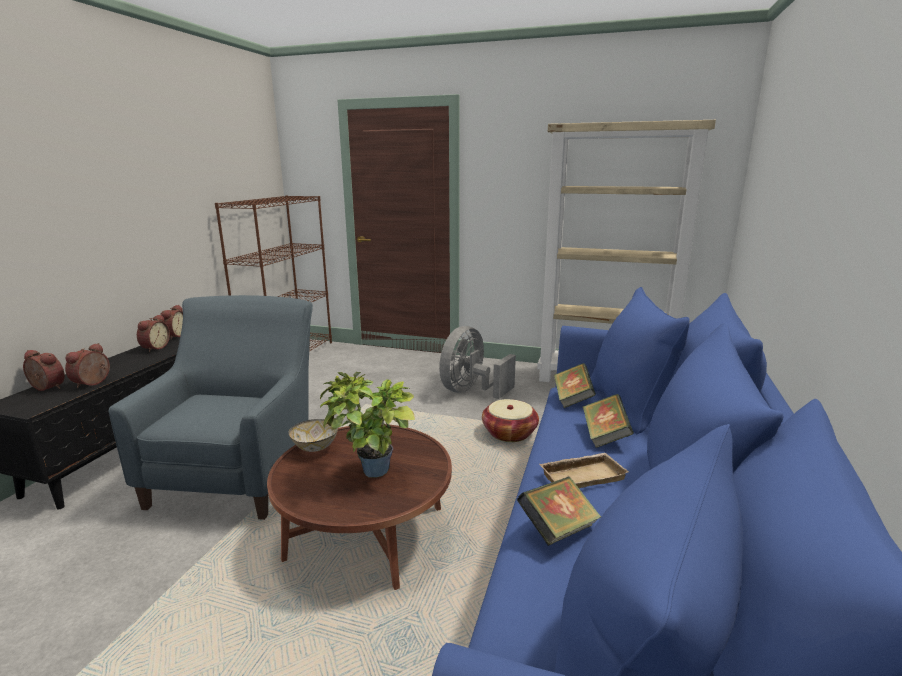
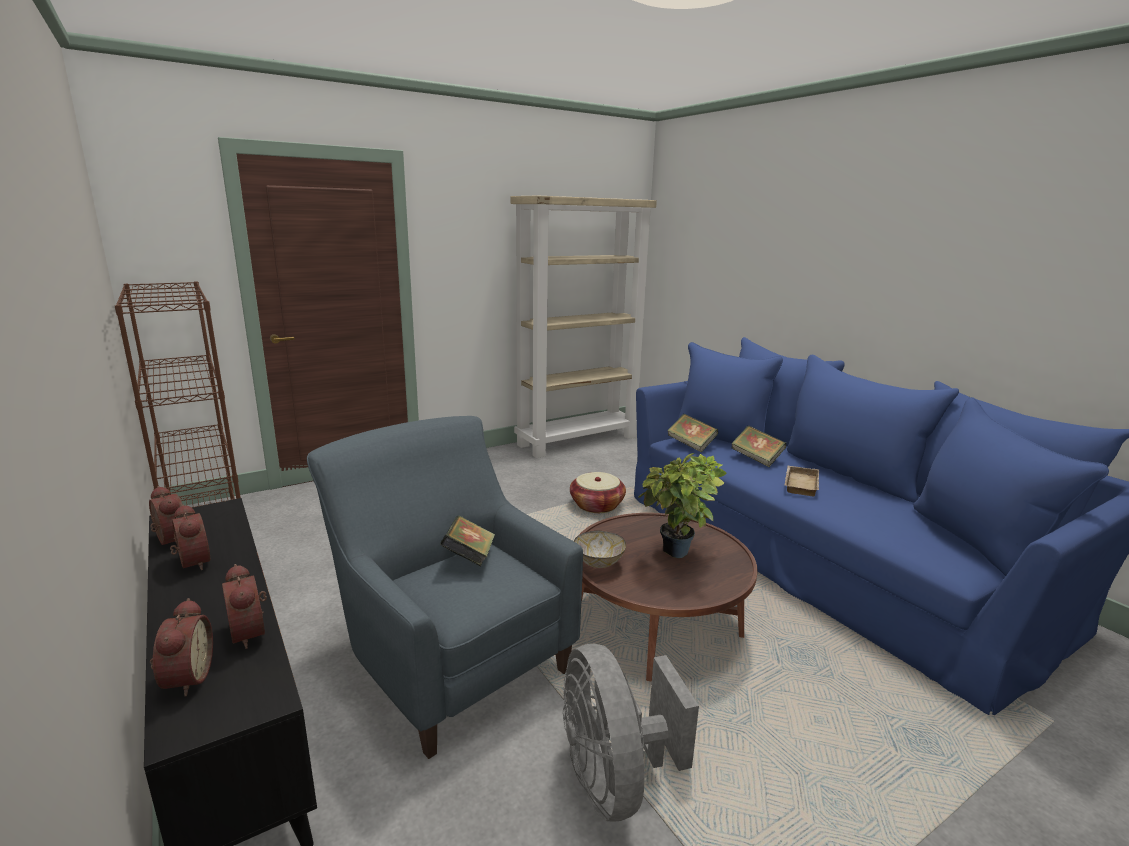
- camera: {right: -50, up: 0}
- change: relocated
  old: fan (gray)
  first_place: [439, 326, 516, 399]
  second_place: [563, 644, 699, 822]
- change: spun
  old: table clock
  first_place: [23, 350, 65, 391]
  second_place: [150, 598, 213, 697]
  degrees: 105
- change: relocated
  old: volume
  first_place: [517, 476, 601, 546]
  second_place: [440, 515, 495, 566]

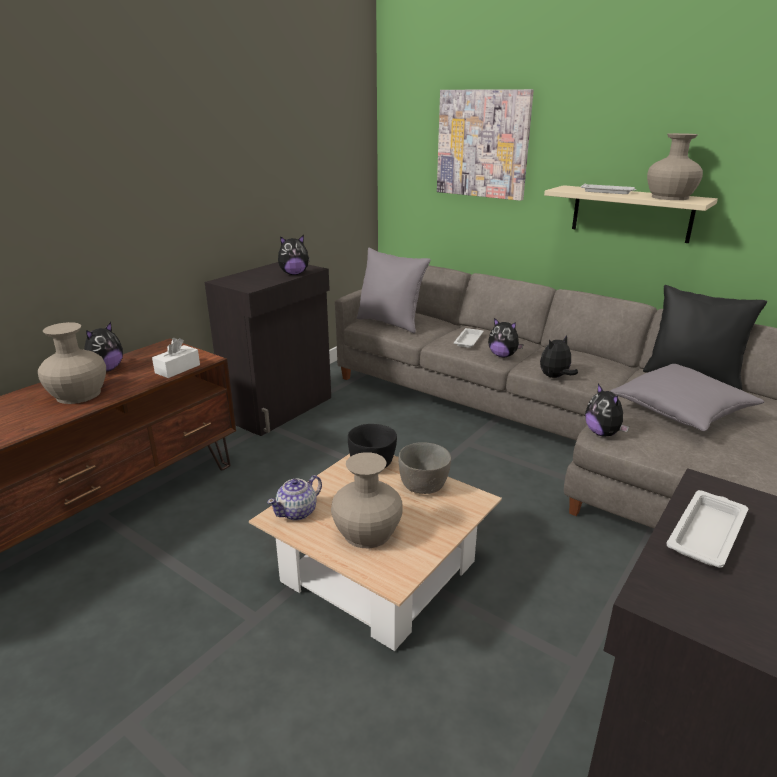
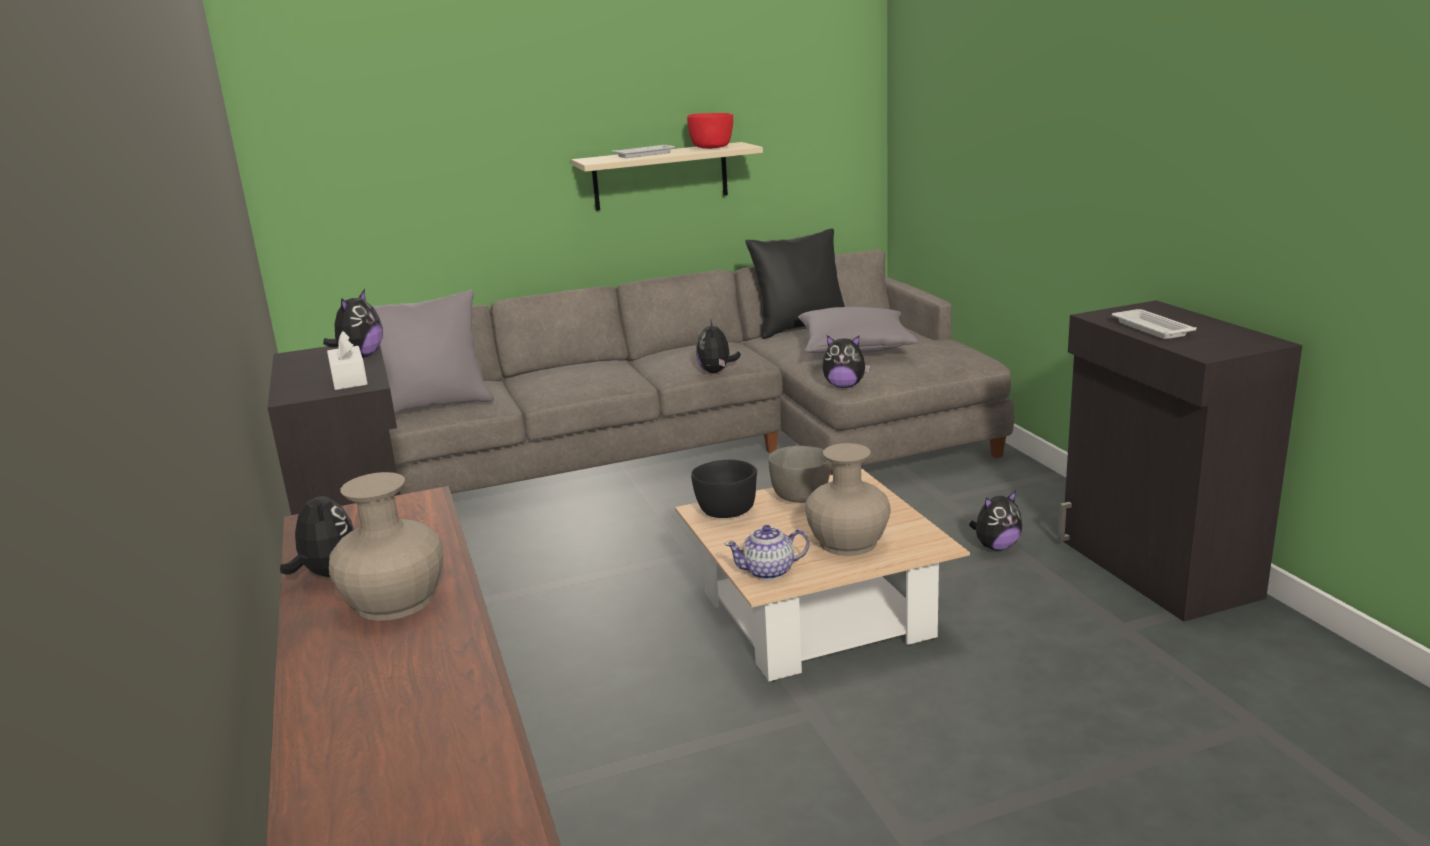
- camera: {right: -55, up: -5}
- change: missing
  old: wall art
  first_place: [437, 89, 534, 201]
- change: exchanged
  old: vase (sand-coloured)
  new: serving bowl (reddish)
  first_place: [647, 133, 703, 200]
  second_place: [687, 113, 733, 149]
- change: relocated
  old: plush toy
  first_place: [488, 318, 524, 358]
  second_place: [969, 490, 1022, 551]
- change: missing
  old: tray (white)
  first_place: [454, 328, 484, 348]
- change: relocated
  old: tissue holder (white)
  first_place: [152, 338, 200, 378]
  second_place: [327, 331, 368, 390]
- change: spun
  old: pot for tea
  first_place: [267, 475, 322, 521]
  second_place: [724, 525, 809, 580]
  degrees: 90

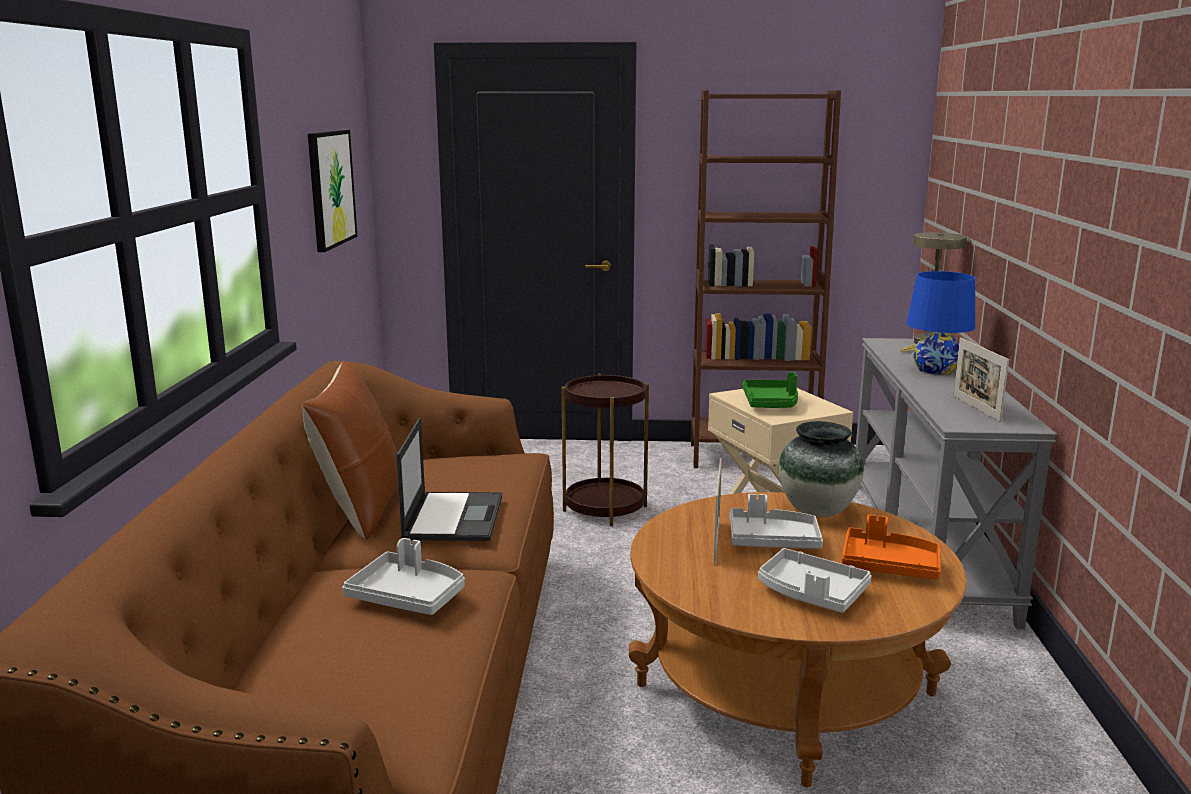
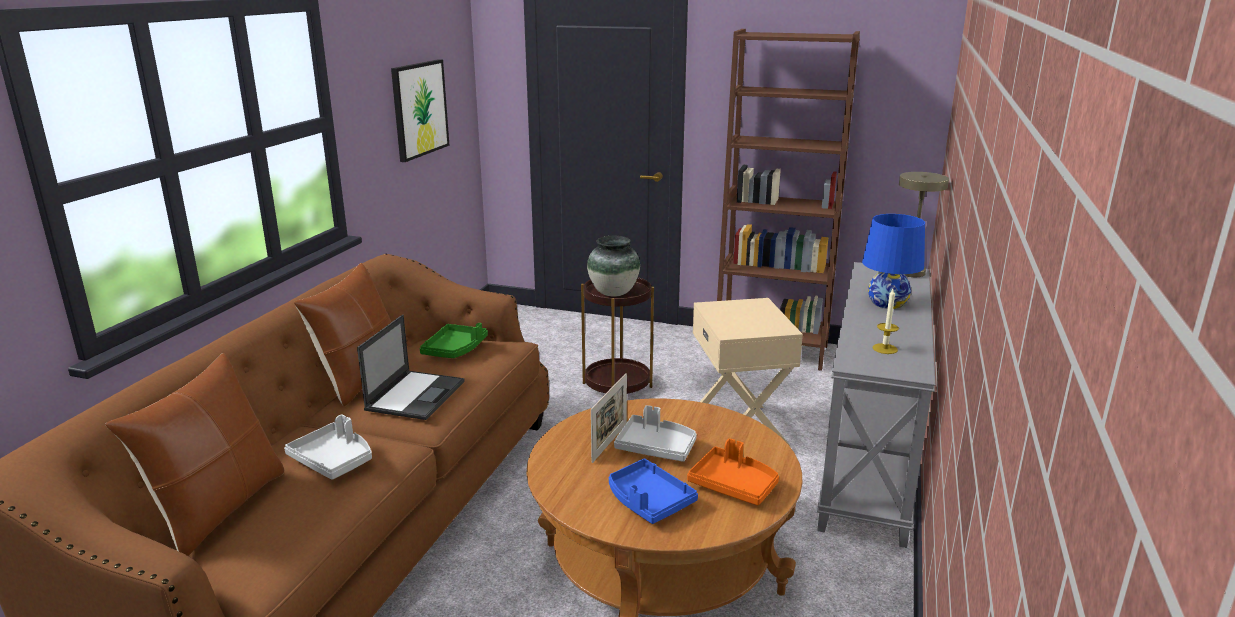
- camera: {right: 15, up: 5}
- change: exchanged
  old: standing frame
  new: candle
  first_place: [953, 338, 1009, 422]
  second_place: [873, 289, 899, 354]
- change: relocated
  old: tray (green)
  first_place: [742, 372, 798, 408]
  second_place: [420, 323, 488, 358]
- change: relocated
  old: vase
  first_place: [779, 421, 864, 517]
  second_place: [587, 236, 640, 297]
- change: colour
  old: tray (gray)
  new: tray (blue-coloured)
  first_place: [758, 548, 872, 613]
  second_place: [609, 459, 698, 524]
- change: appeared
  new: pillow (brownish)
  second_place: [105, 353, 284, 556]

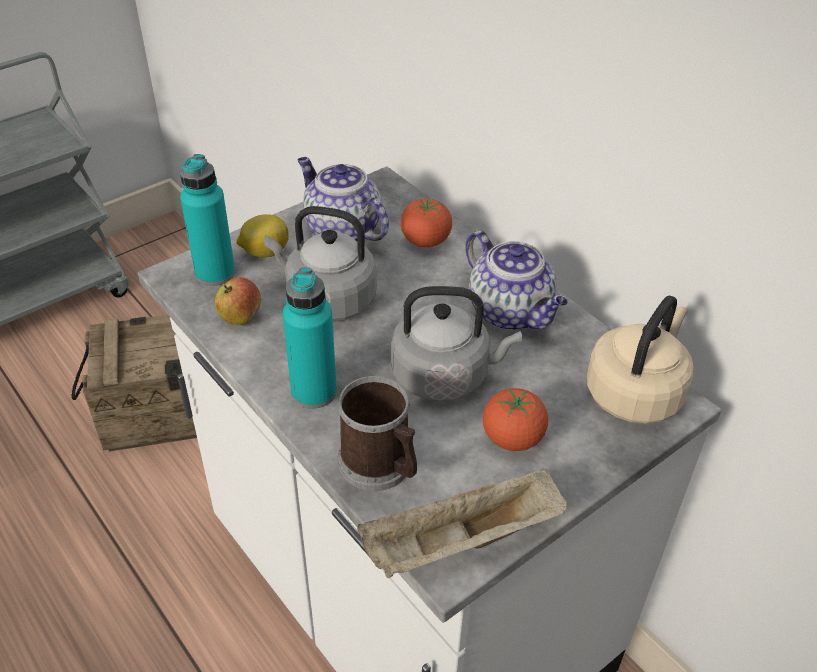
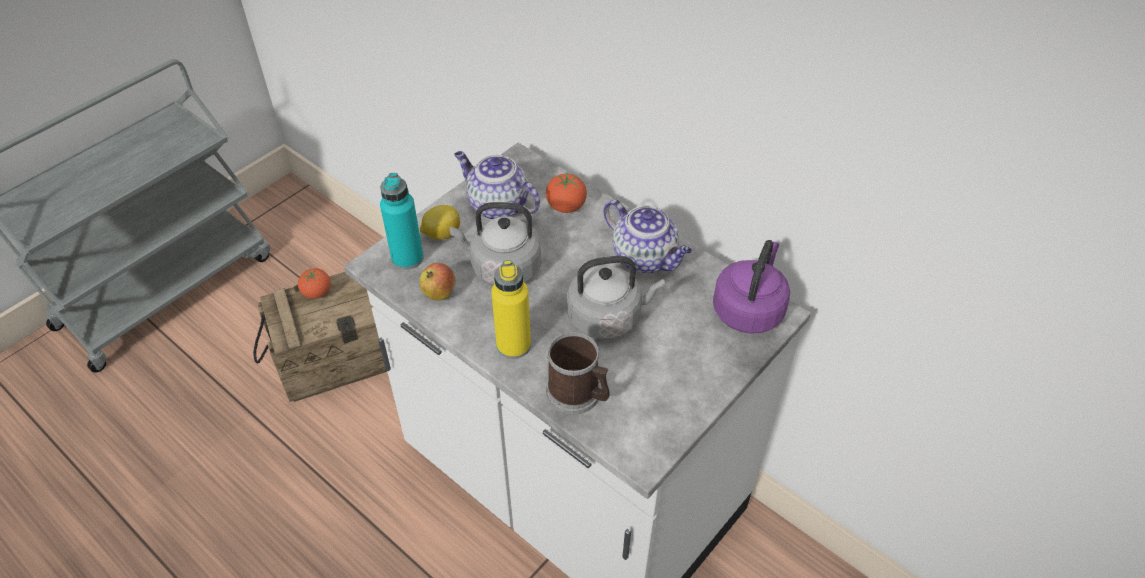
- camera: {right: -10, up: 5}
- change: colour
  old: drink bottle (turquoise)
  new: drink bottle (yellow-coloured)
  first_place: [283, 267, 337, 409]
  second_place: [491, 260, 531, 359]
- change: colour
  old: kettle (sand-coloured)
  new: kettle (purplish)
  first_place: [587, 296, 694, 423]
  second_place: [713, 240, 790, 334]
- change: relocated
  old: tomato
  first_place: [483, 388, 548, 451]
  second_place: [298, 268, 331, 299]
- change: missing
  old: tray (sand-coloured)
  first_place: [357, 468, 567, 578]

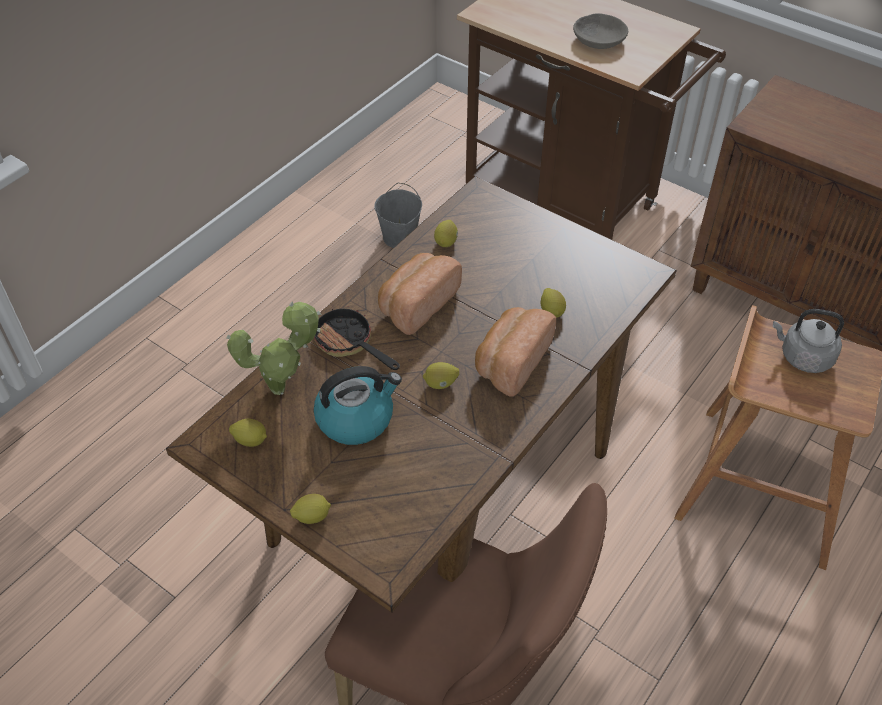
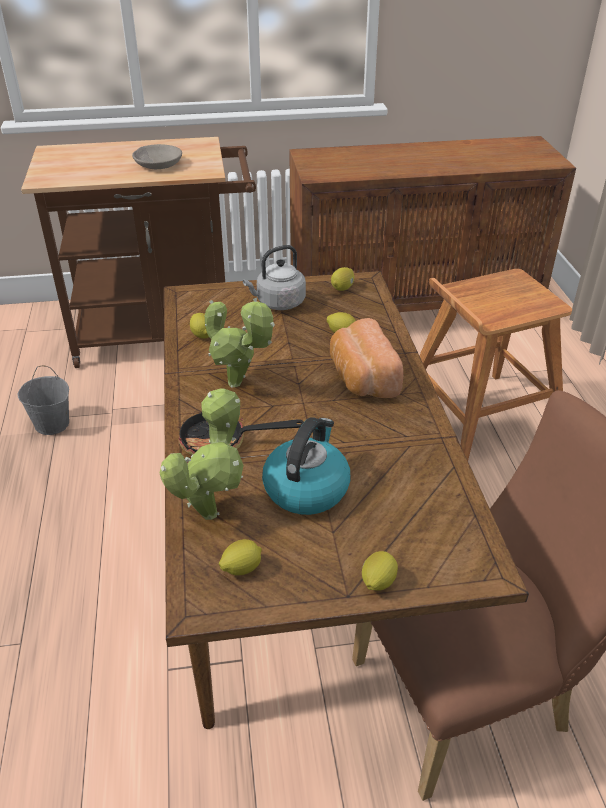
- camera: {right: -45, up: -10}
- change: exchanged
  old: baked bread
  new: houseplant
  first_place: [378, 253, 462, 335]
  second_place: [205, 298, 275, 388]
- change: relocated
  old: kettle (gray)
  first_place: [773, 309, 844, 373]
  second_place: [243, 245, 306, 310]
- change: relocated
  old: lemon
  first_place: [423, 362, 459, 389]
  second_place: [331, 267, 354, 291]

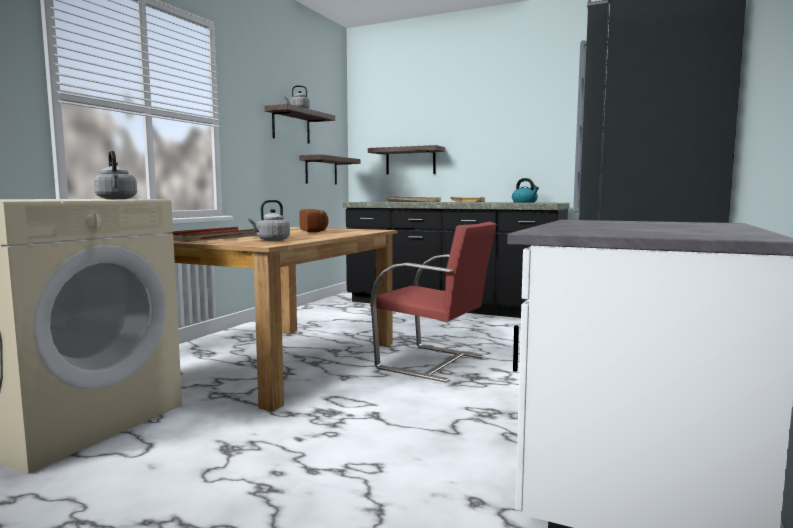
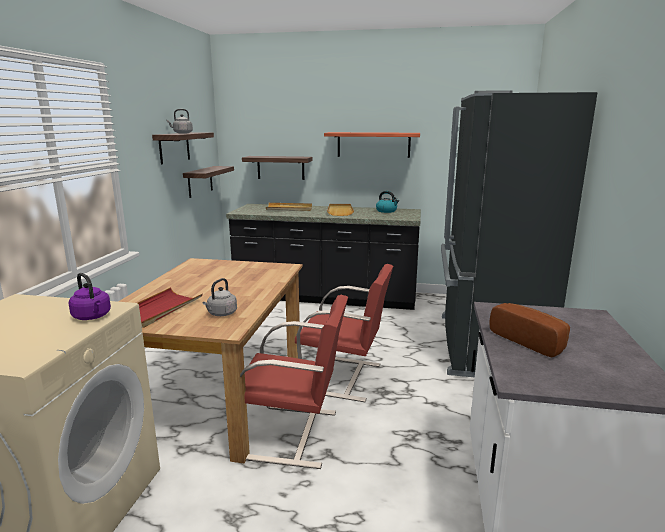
- camera: {right: -15, up: 10}
- change: colour
  old: kettle (gray)
  new: kettle (purplish)
  first_place: [94, 151, 137, 199]
  second_place: [69, 273, 111, 320]
- change: relocated
  old: baked bread
  first_place: [299, 209, 328, 232]
  second_place: [490, 303, 570, 358]
- change: appeared
  new: wall shelf
  second_place: [324, 132, 420, 158]
- change: appeared
  new: upright chair (reddish)
  second_place: [240, 295, 348, 469]

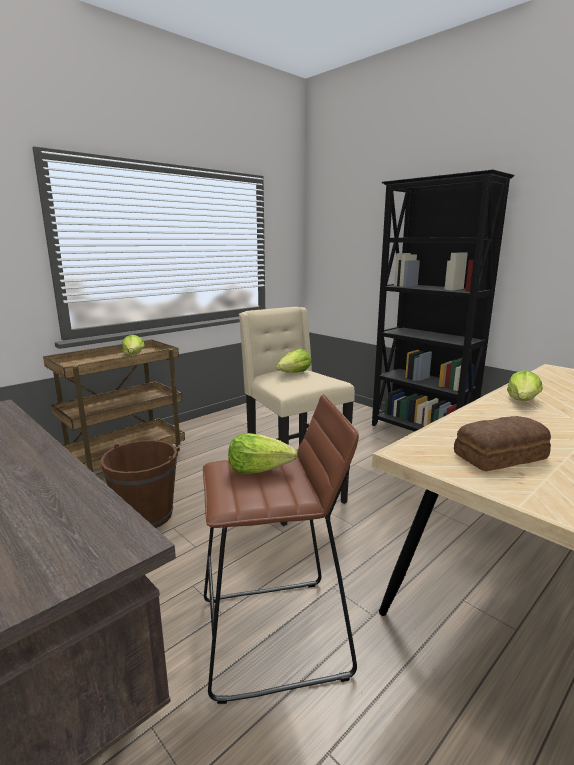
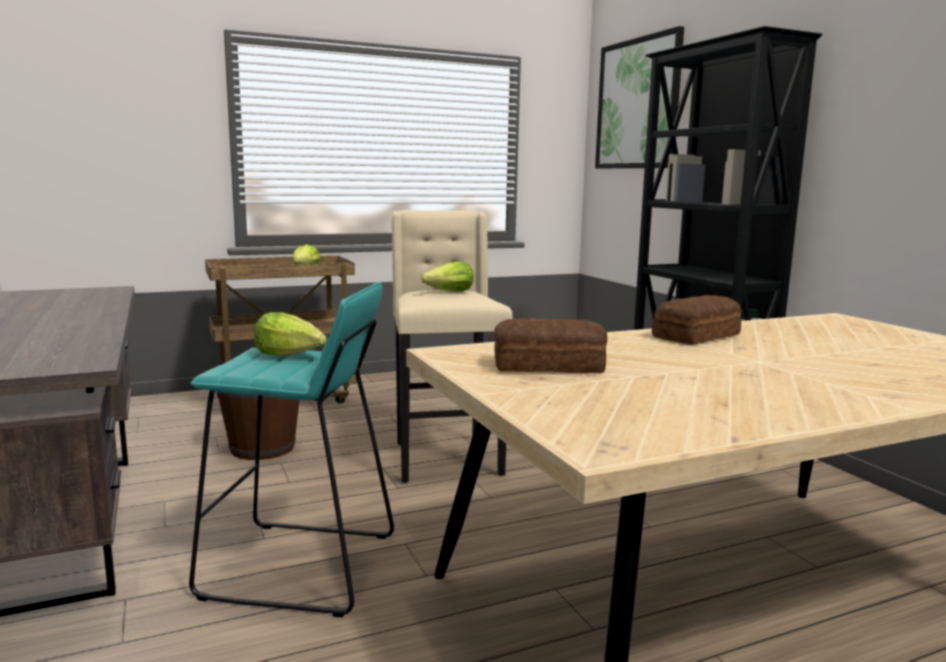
- camera: {right: 20, up: -5}
- change: exchanged
  old: lettuce
  new: baked bread
  first_place: [507, 370, 543, 401]
  second_place: [652, 295, 742, 345]
- change: colour
  old: sitting stool (brownish)
  new: sitting stool (turquoise)
  first_place: [203, 394, 359, 704]
  second_place: [189, 282, 394, 617]
- change: appeared
  new: wall art
  second_place: [595, 26, 684, 168]

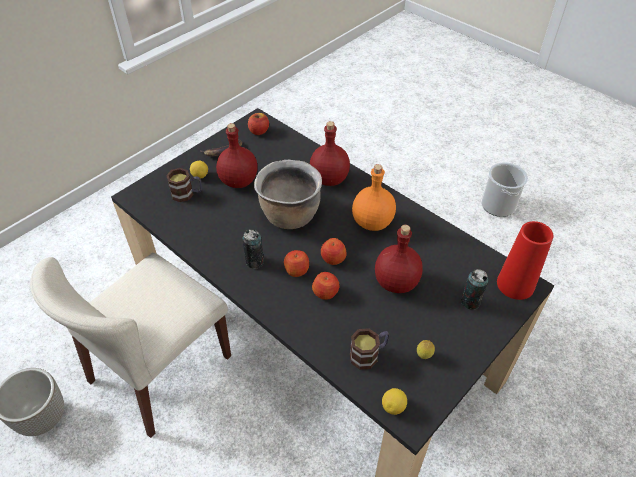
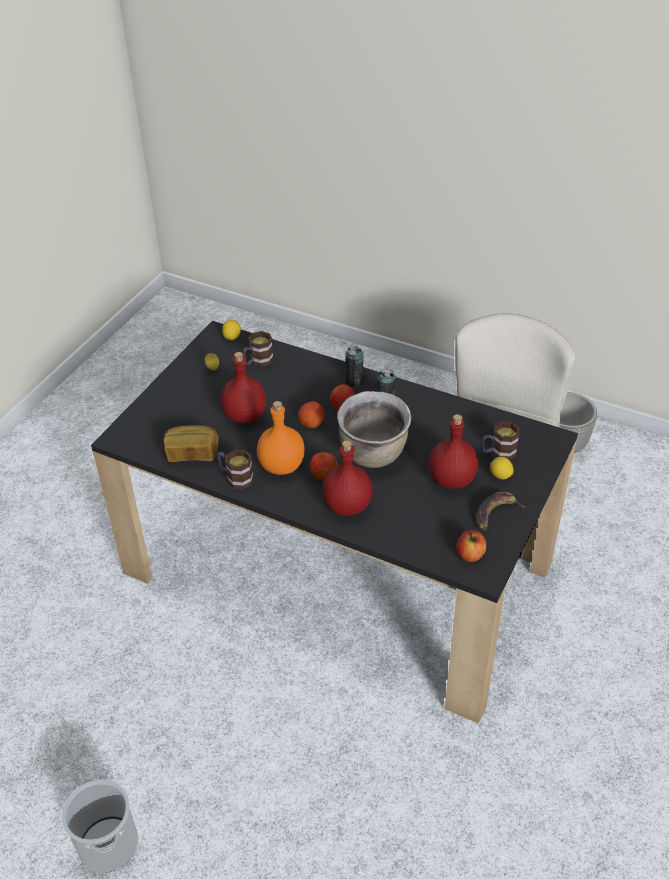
- camera: {right: 165, up: -5}
- change: missing
  old: vase (reddish)
  first_place: [497, 221, 553, 300]
- change: relocated
  old: sealed can
  first_place: [461, 269, 489, 310]
  second_place: [345, 346, 363, 387]
- change: relocated
  old: whole apple
  first_place: [312, 272, 340, 300]
  second_place: [310, 452, 337, 481]
- change: appeared
  new: baked bread
  second_place: [164, 425, 219, 462]
- change: appeared
  new: coffee mug
  second_place: [217, 450, 254, 489]

